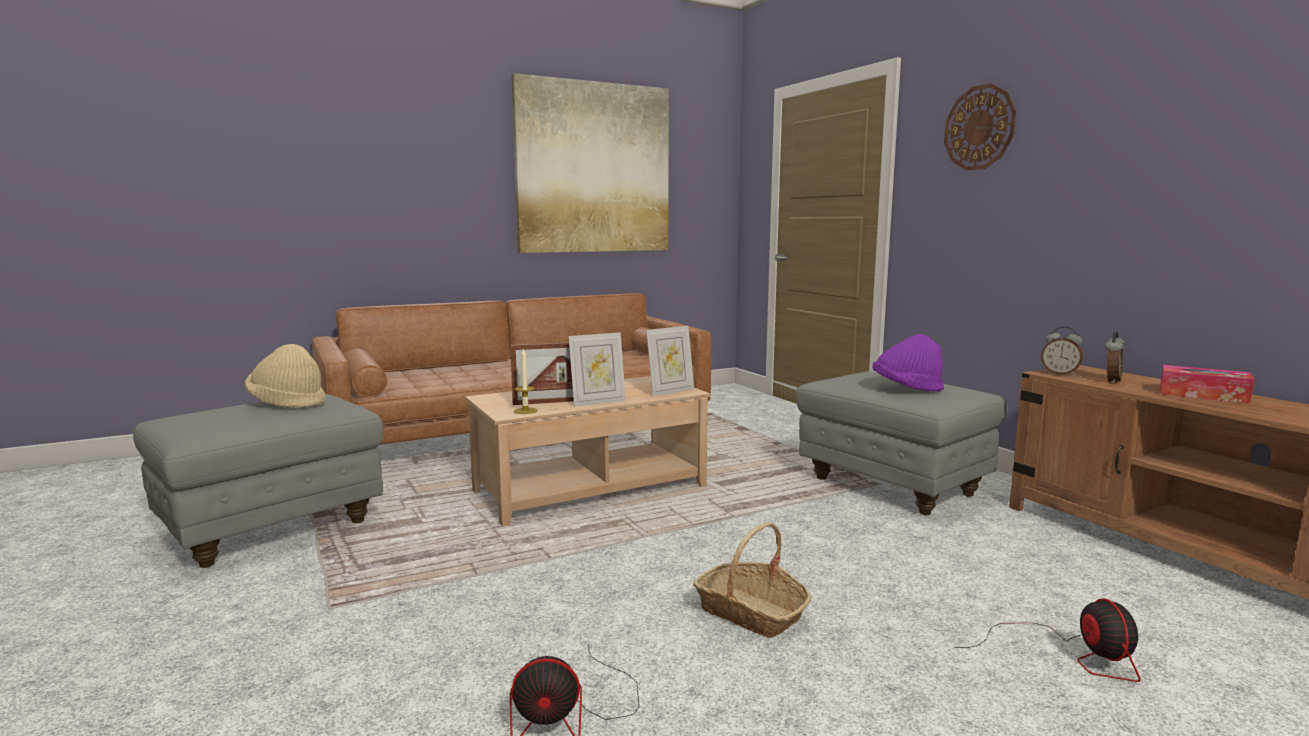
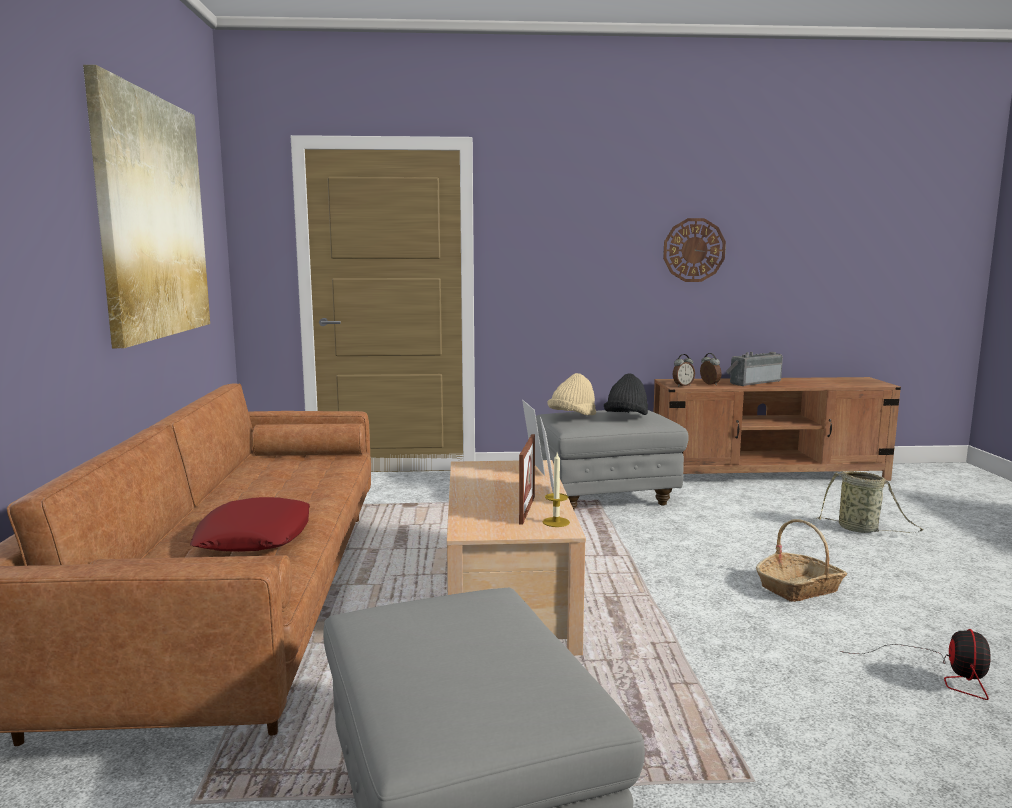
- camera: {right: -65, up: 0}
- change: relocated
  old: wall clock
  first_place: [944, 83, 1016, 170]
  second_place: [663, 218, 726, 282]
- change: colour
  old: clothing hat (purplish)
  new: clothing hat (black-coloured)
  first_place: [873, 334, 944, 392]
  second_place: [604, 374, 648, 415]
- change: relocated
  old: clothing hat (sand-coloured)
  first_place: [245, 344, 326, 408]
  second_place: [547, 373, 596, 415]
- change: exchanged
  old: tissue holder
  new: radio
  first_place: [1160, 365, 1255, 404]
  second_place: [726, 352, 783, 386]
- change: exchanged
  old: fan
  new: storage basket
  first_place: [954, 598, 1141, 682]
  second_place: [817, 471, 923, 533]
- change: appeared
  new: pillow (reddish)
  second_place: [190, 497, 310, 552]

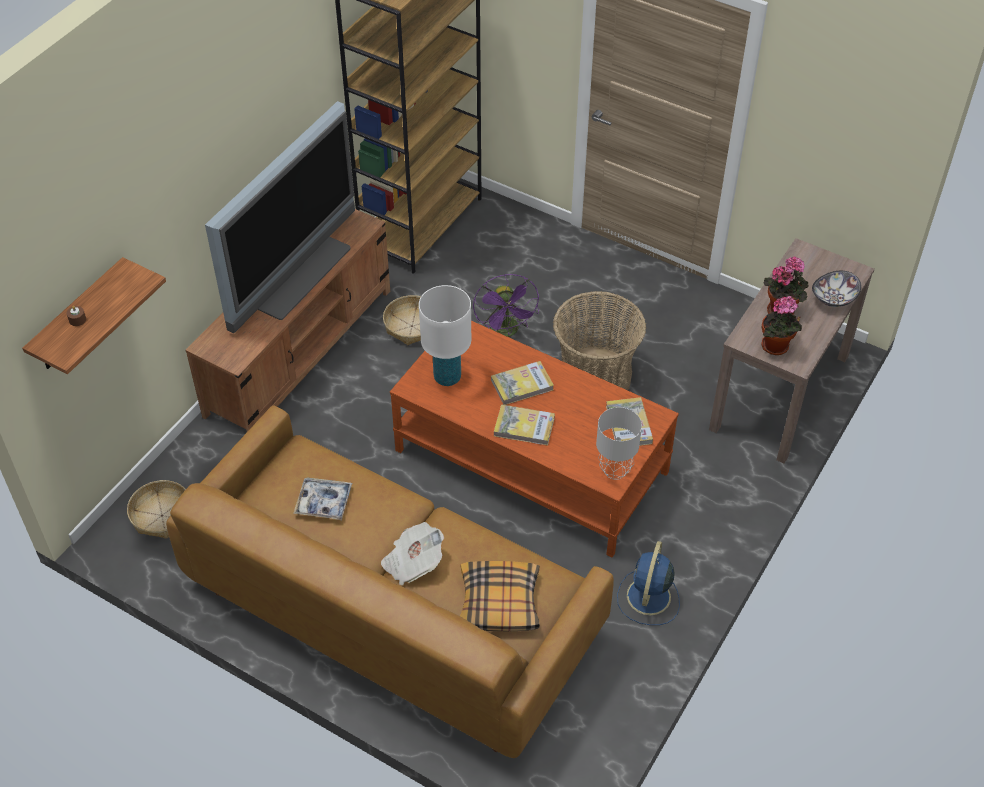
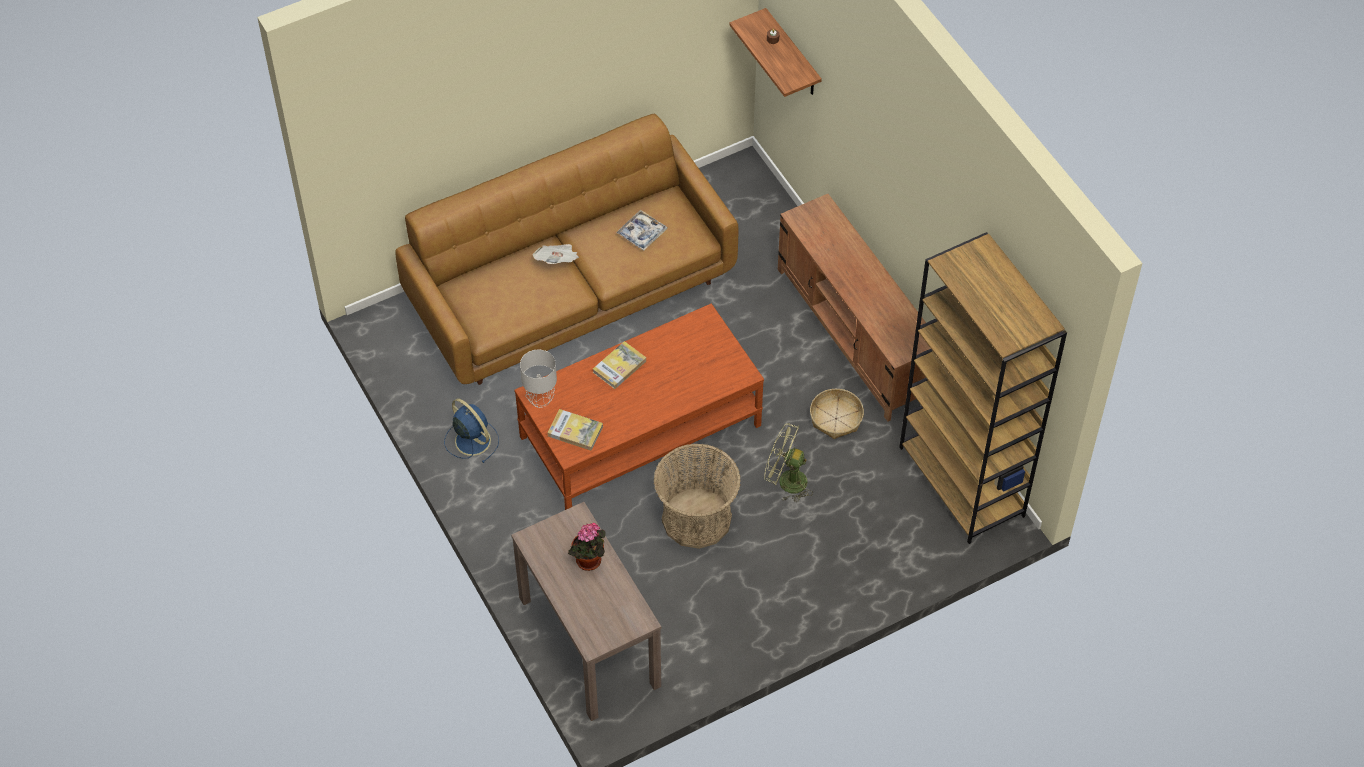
- camera: {right: 120, up: 5}
- change: missing
  old: TV set
  first_place: [205, 101, 355, 333]
- change: missing
  old: serving bowl
  first_place: [812, 271, 861, 307]
- change: colour
  old: fan (purplish)
  new: fan (green)
  first_place: [473, 274, 539, 337]
  second_place: [764, 423, 813, 502]
- change: missing
  old: table lamp (white)
  first_place: [419, 285, 471, 386]
- change: missing
  old: houseplant
  first_place: [761, 296, 802, 355]
- change: missing
  old: volume
  first_place: [491, 361, 554, 405]
- change: missing
  old: storage basket
  first_place: [127, 480, 186, 539]
- change: missing
  old: pillow
  first_place: [460, 561, 540, 631]

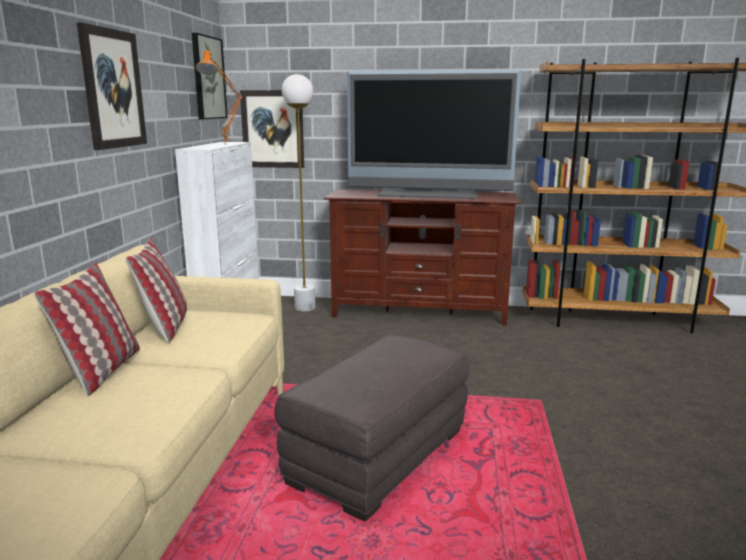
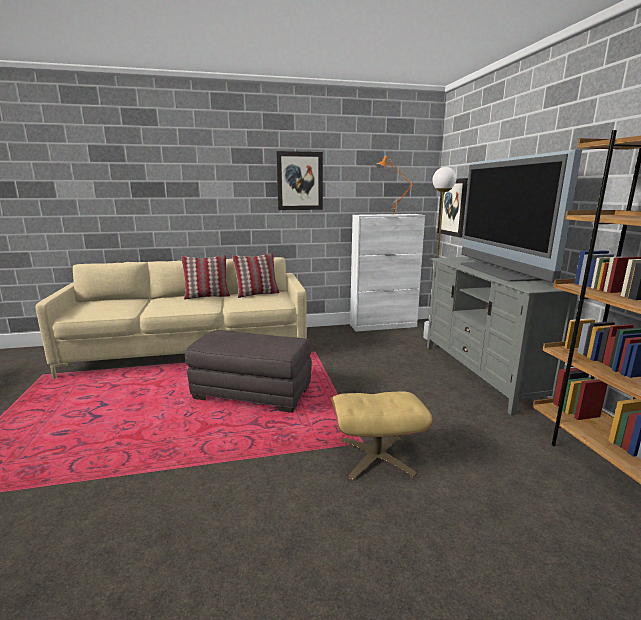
- camera: {right: 70, up: 0}
- change: missing
  old: wall art
  first_place: [192, 33, 228, 119]
- change: colour
  old: tv stand (brownish)
  new: tv stand (gray)
  first_place: [324, 189, 521, 326]
  second_place: [427, 257, 578, 415]
- change: appeared
  new: ottoman (sand-coloured)
  second_place: [331, 391, 433, 481]

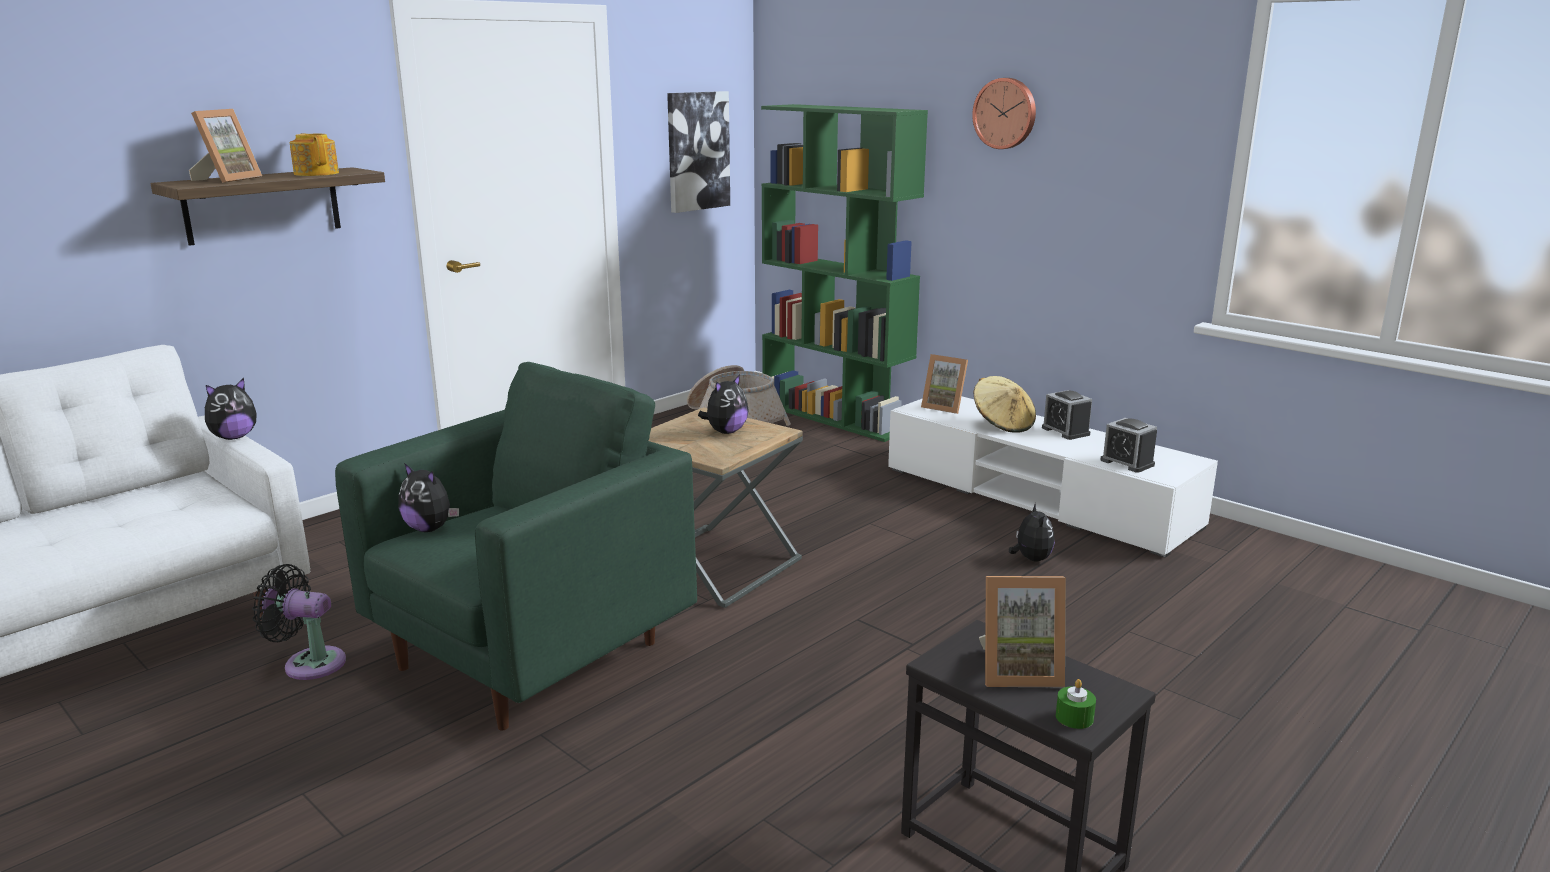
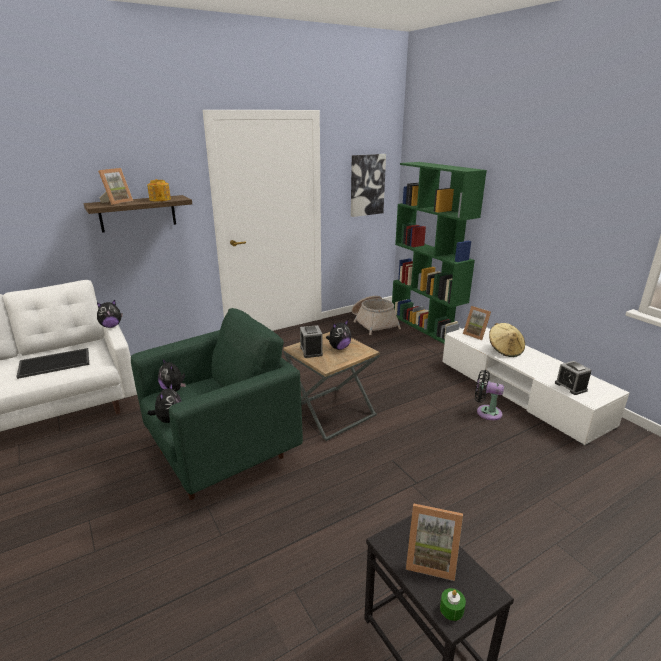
- camera: {right: 15, up: 5}
- change: missing
  old: wall clock
  first_place: [972, 78, 1036, 149]
- change: relocated
  old: table clock
  first_place: [1042, 390, 1092, 440]
  second_place: [300, 325, 323, 358]
- change: relocated
  old: plush toy
  first_place: [1009, 503, 1055, 562]
  second_place: [147, 383, 182, 423]
- change: relocated
  old: fan (black-coloured)
  first_place: [252, 564, 346, 680]
  second_place: [475, 370, 504, 420]
- change: appeared
  new: tray
  second_place: [16, 348, 89, 379]

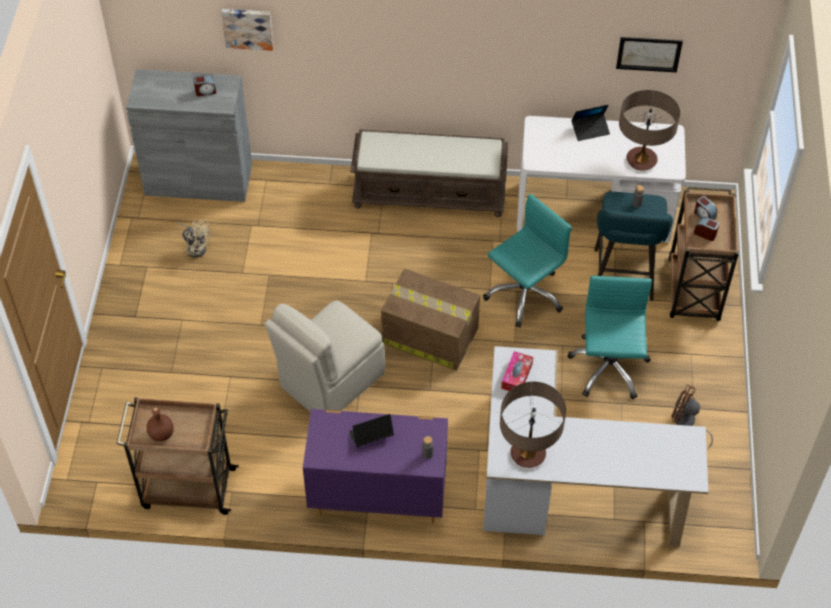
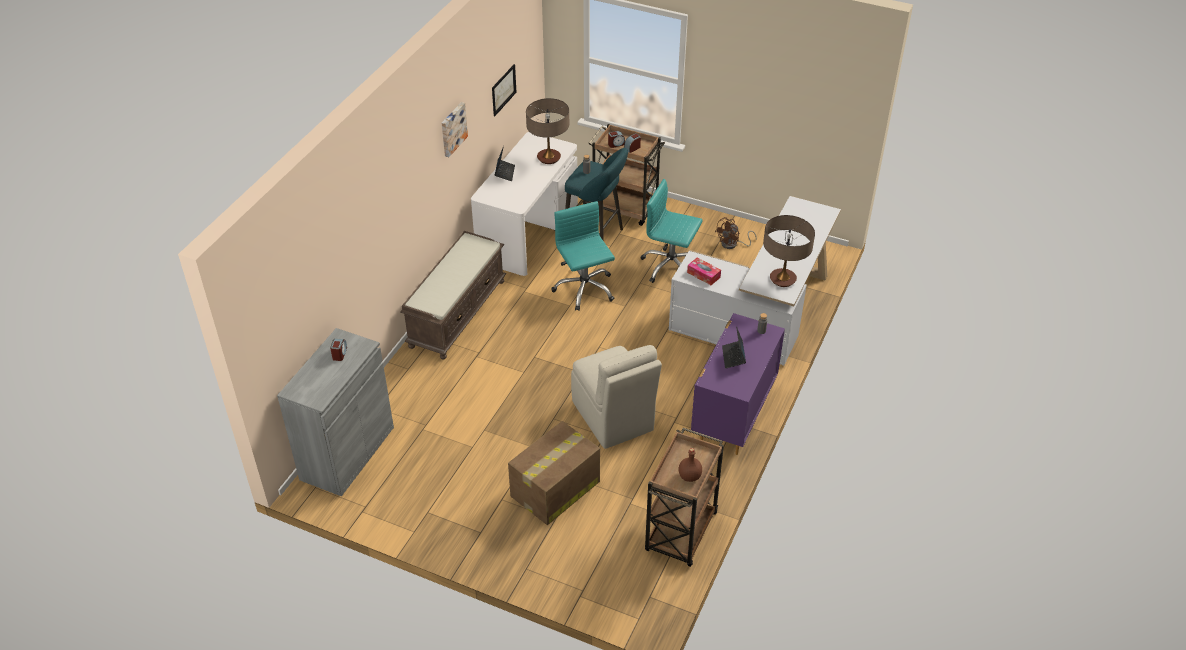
- camera: {right: -70, up: -10}
- change: relocated
  old: wall art
  first_place: [221, 9, 274, 51]
  second_place: [442, 102, 468, 157]
- change: missing
  old: fan (sand-coloured)
  first_place: [178, 220, 211, 258]
- change: relocated
  old: packing box
  first_place: [381, 269, 480, 371]
  second_place: [508, 421, 600, 525]

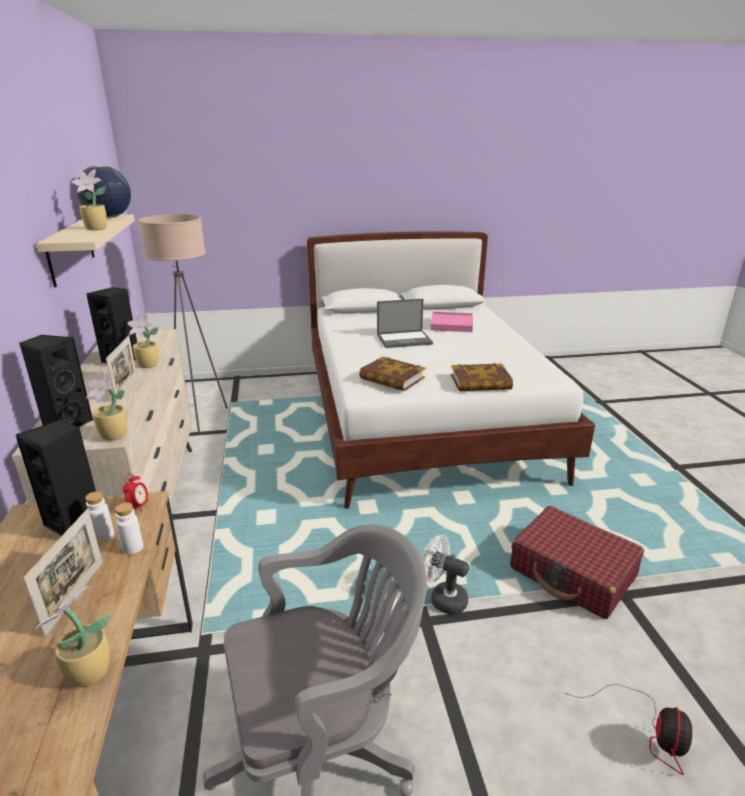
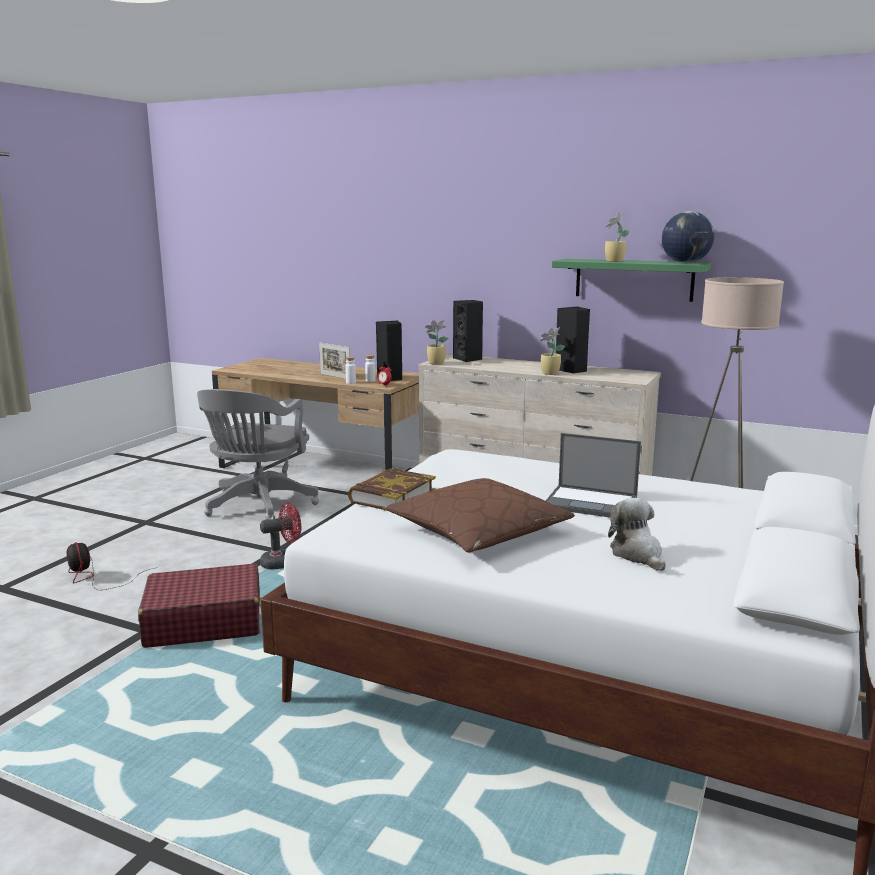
- camera: {right: 125, up: -10}
- change: colour
  old: wall shelf (sand-coloured)
  new: wall shelf (green)
  first_place: [36, 215, 135, 287]
  second_place: [552, 259, 711, 302]
- change: spun
  old: portable computer
  first_place: [377, 299, 433, 348]
  second_place: [546, 433, 641, 518]
  degrees: -90
- change: exchanged
  old: tray (pink-coloured)
  new: plush toy
  first_place: [430, 312, 473, 332]
  second_place: [608, 498, 666, 571]
- change: missing
  old: standing frame
  first_place: [106, 335, 137, 403]
- change: missing
  old: volume
  first_place: [359, 356, 426, 391]
- change: colour
  old: fan (white)
  new: fan (reddish)
  first_place: [422, 535, 469, 615]
  second_place: [260, 502, 301, 569]
- change: missing
  old: houseplant
  first_place: [35, 586, 111, 687]
- change: appeared
  new: pillow (brownish)
  second_place: [385, 478, 575, 553]

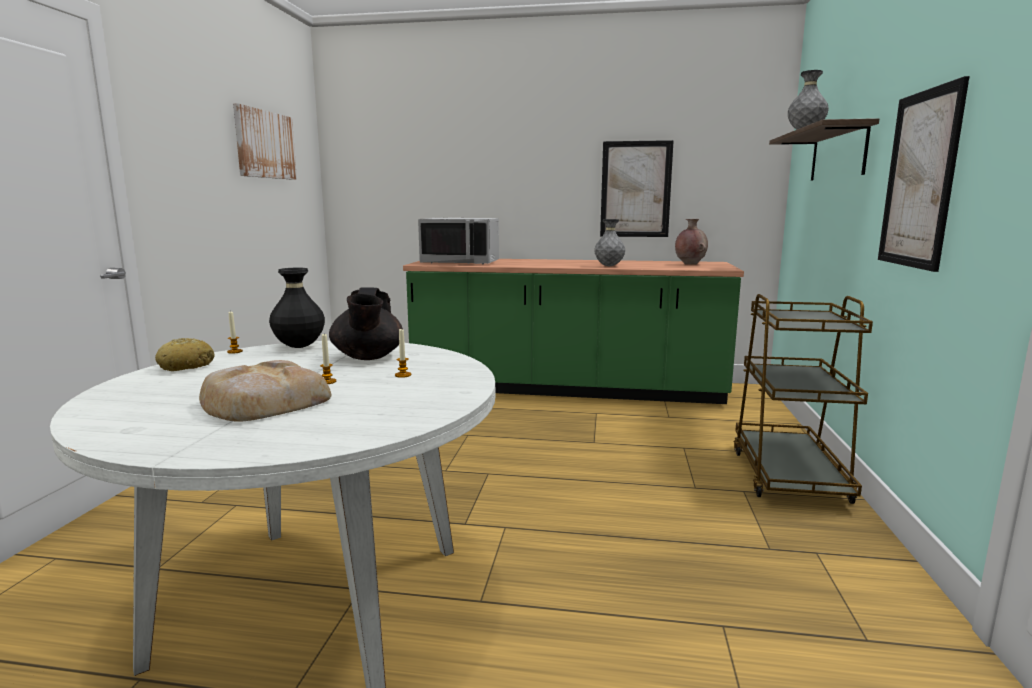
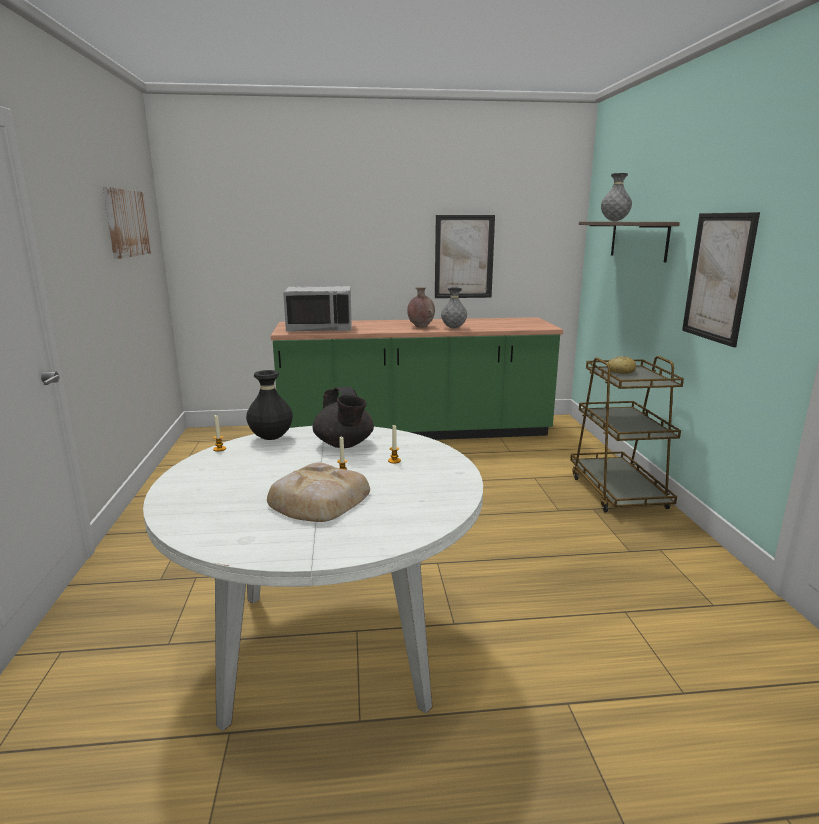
- camera: {right: -15, up: 5}
- change: relocated
  old: vase (brownish)
  first_place: [675, 219, 708, 265]
  second_place: [407, 287, 435, 328]
- change: relocated
  old: baked bread
  first_place: [155, 338, 214, 371]
  second_place: [608, 356, 636, 374]

